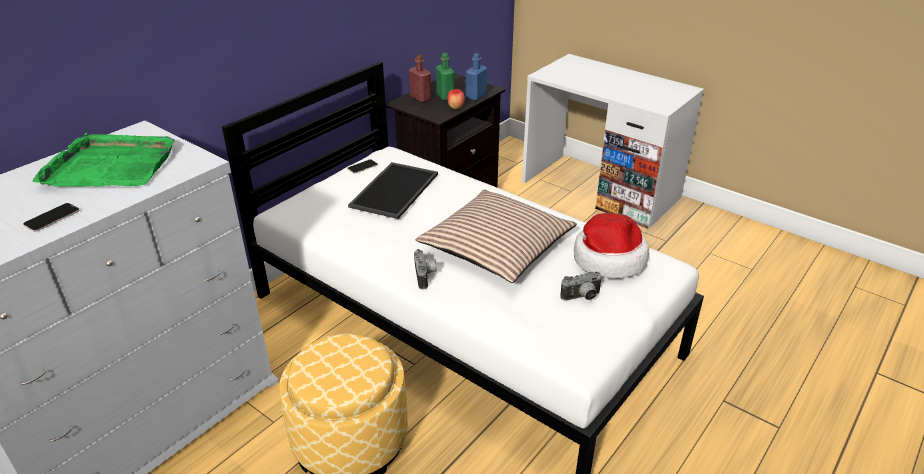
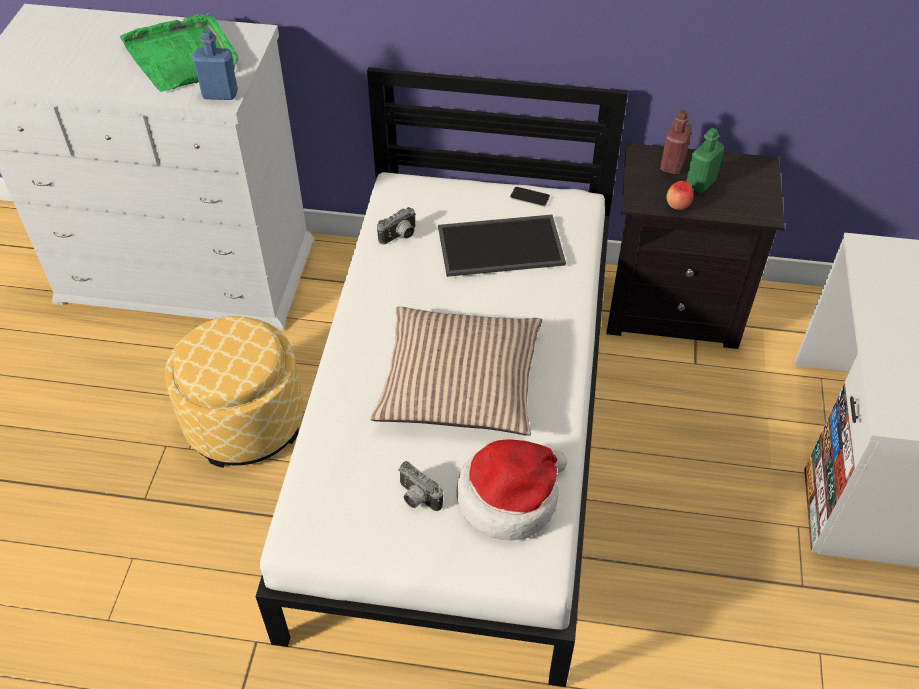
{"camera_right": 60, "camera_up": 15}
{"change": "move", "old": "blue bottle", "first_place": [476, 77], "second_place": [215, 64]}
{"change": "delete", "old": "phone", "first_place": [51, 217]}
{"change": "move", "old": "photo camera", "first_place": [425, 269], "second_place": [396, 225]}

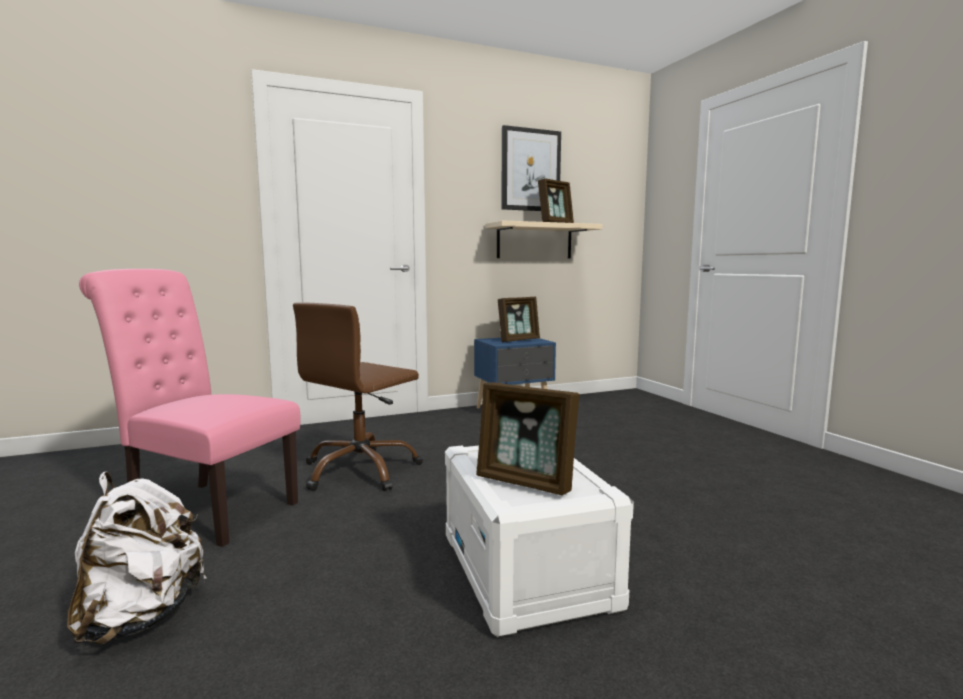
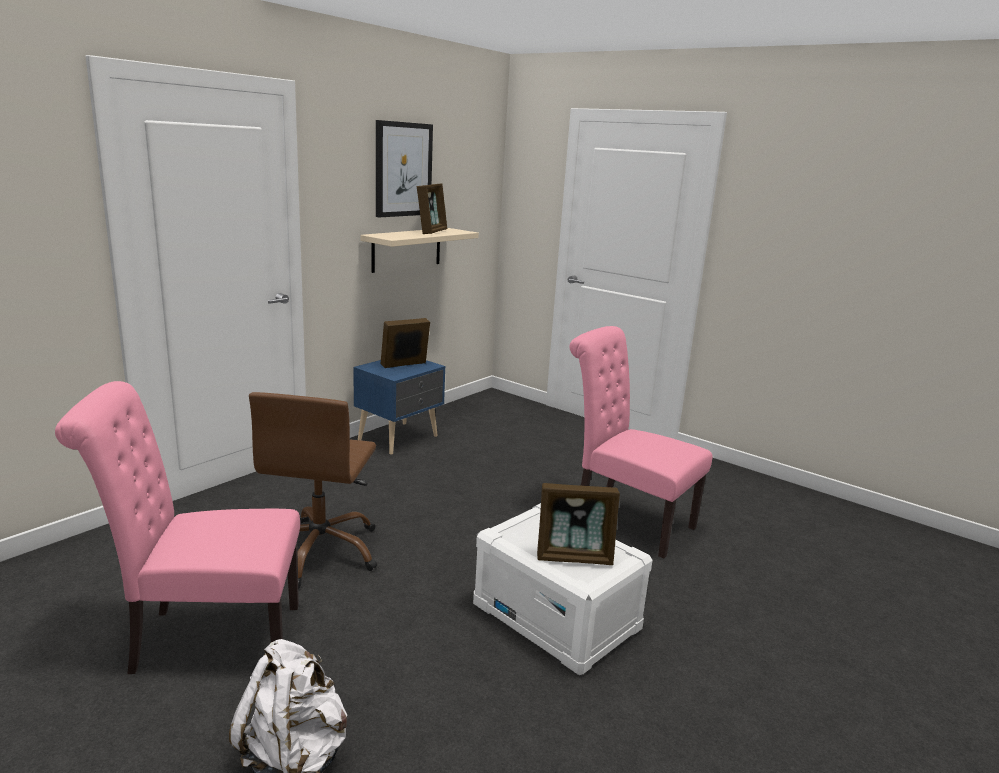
{"camera_right": -30, "camera_up": 10}
{"change": "rotate", "old": "picture frame", "first_place": [519, 319], "second_place": [405, 343], "degrees": -150}
{"change": "insert", "new": "pink chair", "second_place": [641, 442]}

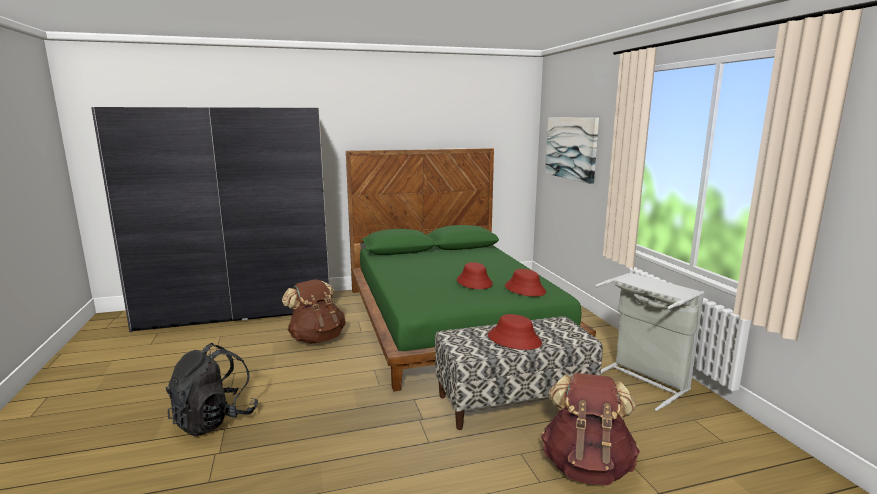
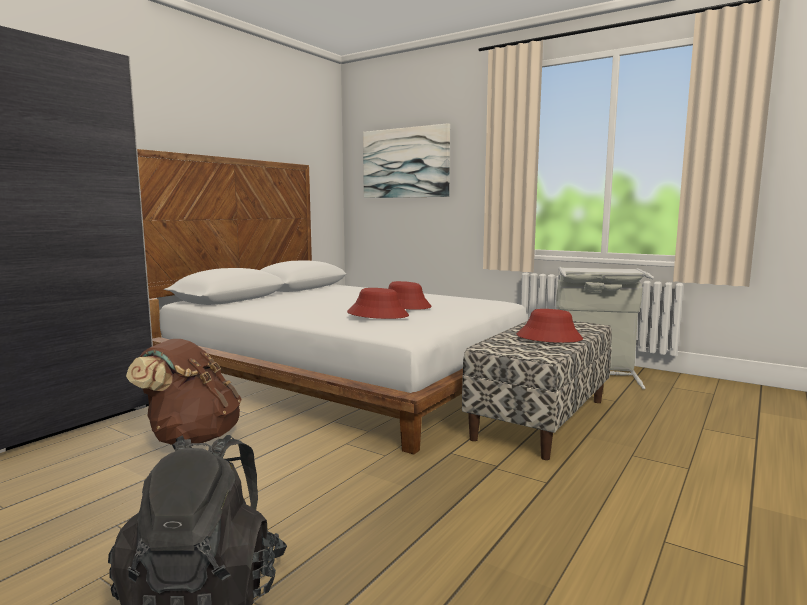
{"camera_right": -40, "camera_up": -5}
{"change": "recolor", "old": "green bed", "new": "white bed", "first_place": [471, 269], "second_place": [332, 302]}
{"change": "move", "old": "red hat", "first_place": [525, 283], "second_place": [378, 303]}
{"change": "delete", "old": "brown backpack", "first_place": [590, 429]}

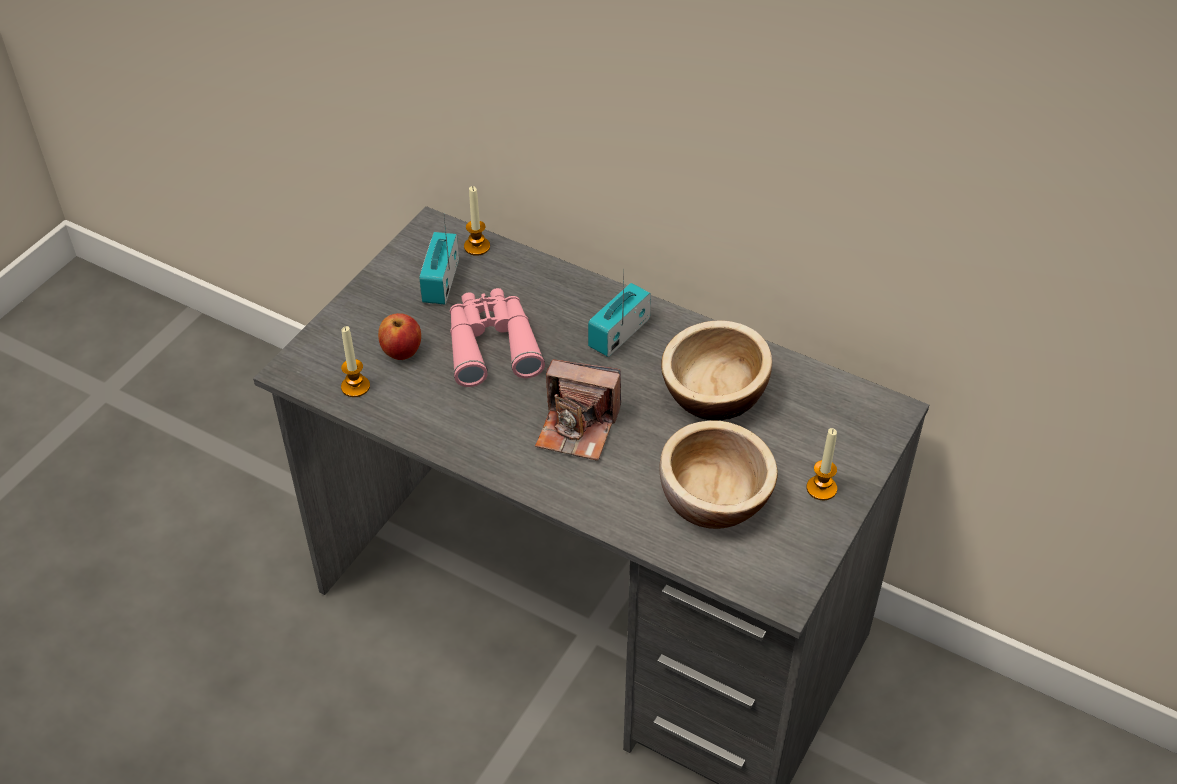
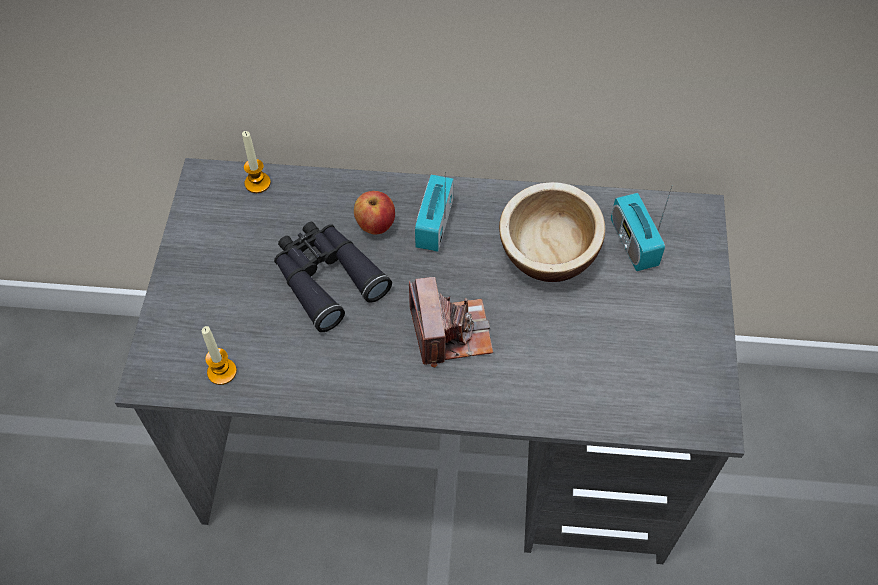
{"camera_right": -25, "camera_up": 10}
{"change": "move", "old": "radio", "first_place": [439, 261], "second_place": [641, 229]}
{"change": "recolor", "old": "pink binoculars", "new": "black binoculars", "first_place": [497, 337], "second_place": [333, 277]}
{"change": "move", "old": "apple", "first_place": [399, 336], "second_place": [374, 212]}
{"change": "rotate", "old": "photo camera", "first_place": [578, 410], "second_place": [451, 322], "degrees": -90}
{"change": "delete", "old": "bowl", "first_place": [719, 474]}
{"change": "delete", "old": "candle", "first_place": [822, 464]}

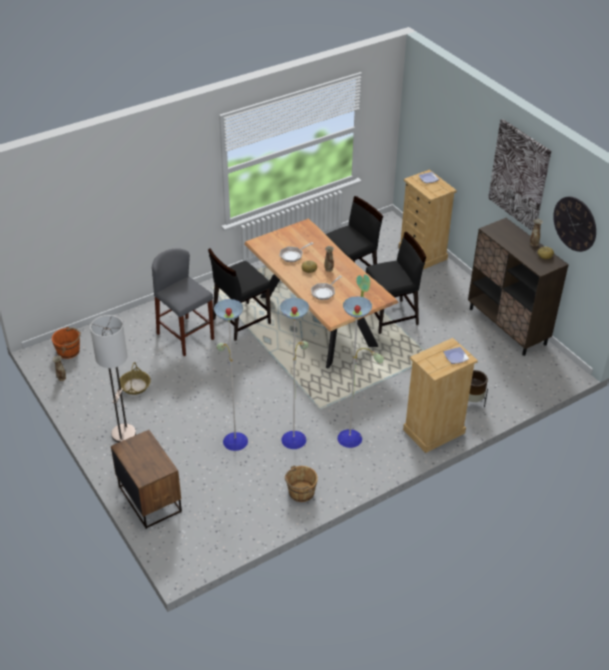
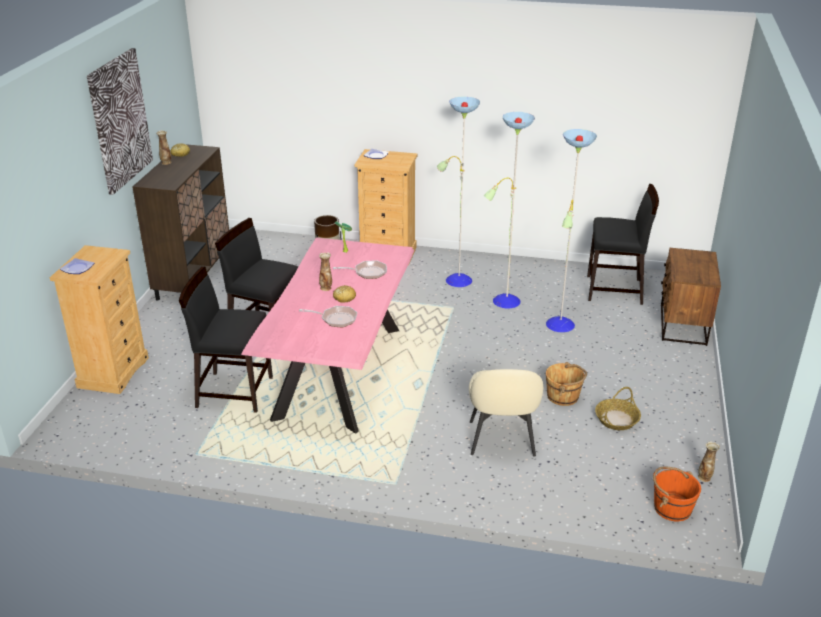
{"camera_right": -135, "camera_up": -10}
{"change": "delete", "old": "wall clock", "first_place": [574, 224]}
{"change": "recolor", "old": "brown dining table", "new": "pink dining table", "first_place": [321, 294], "second_place": [327, 336]}
{"change": "move", "old": "black chair", "first_place": [239, 294], "second_place": [623, 244]}
{"change": "replace", "old": "grey stool", "new": "beige chair", "first_place": [183, 302], "second_place": [506, 413]}
{"change": "delete", "old": "floor lamp", "first_place": [113, 379]}
{"change": "move", "old": "brown bucket", "first_place": [301, 483], "second_place": [566, 384]}

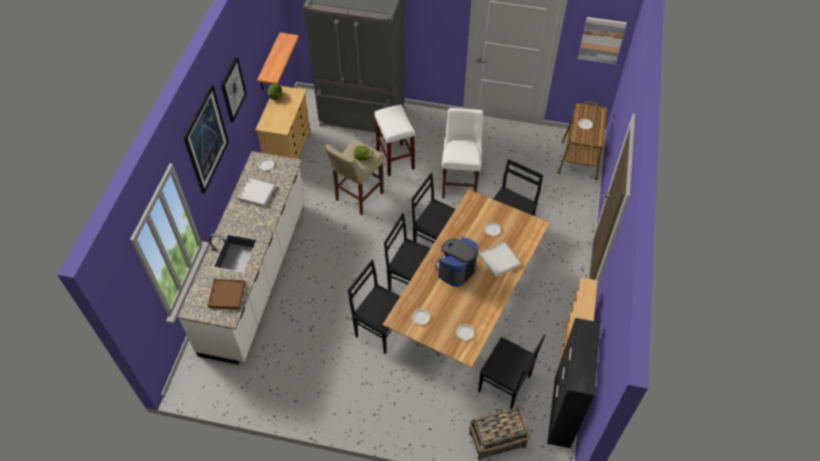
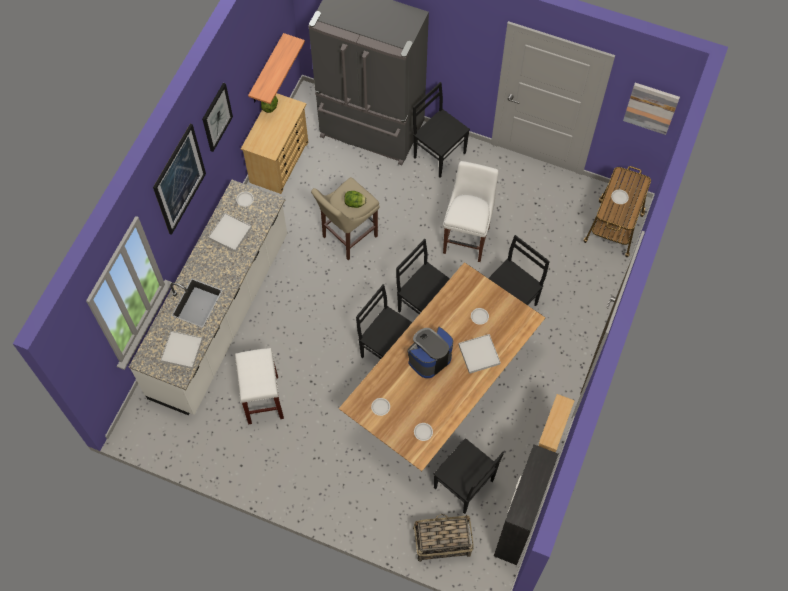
{"camera_right": 10, "camera_up": 10}
{"change": "move", "old": "white stool", "first_place": [395, 140], "second_place": [259, 386]}
{"change": "move", "old": "black chair", "first_place": [374, 306], "second_place": [441, 129]}
{"change": "recolor", "old": "brown tray", "new": "white tray", "first_place": [226, 294], "second_place": [182, 350]}

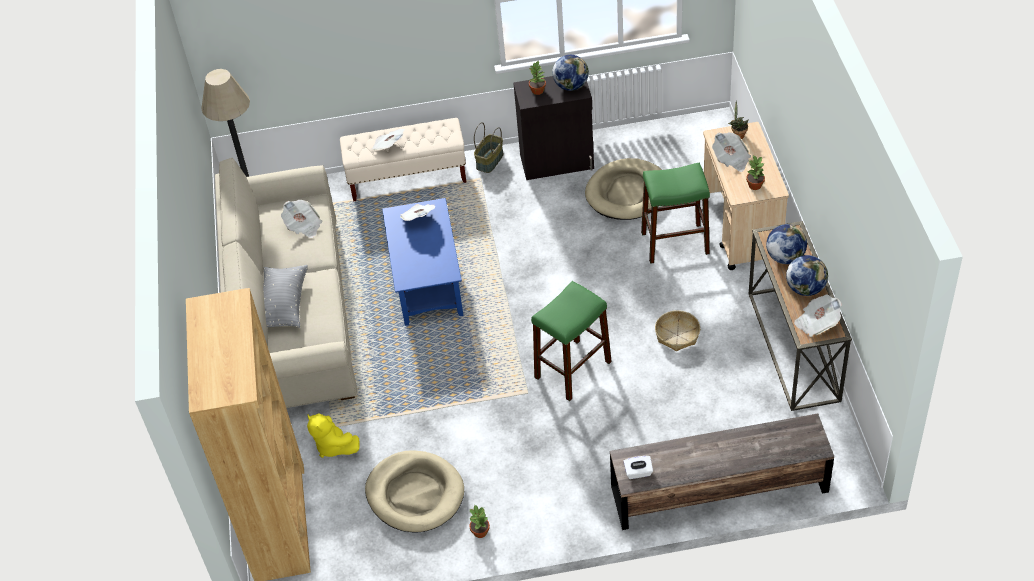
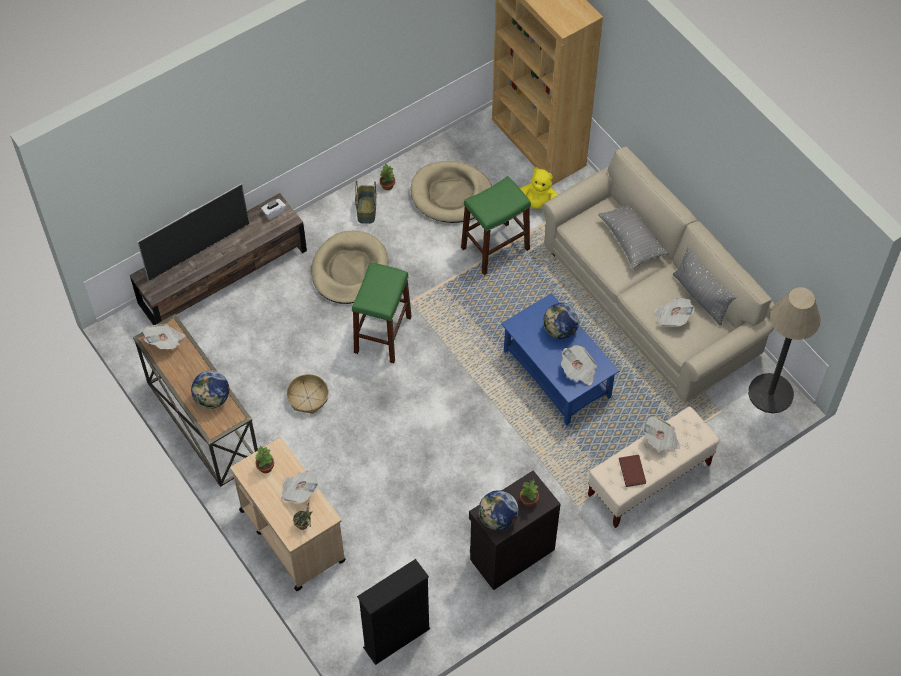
{"camera_right": 150, "camera_up": 10}
{"change": "move", "old": "basket", "first_place": [488, 147], "second_place": [366, 202]}
{"change": "move", "old": "beige dog bed", "first_place": [623, 189], "second_place": [349, 267]}
{"change": "move", "old": "green stool", "first_place": [675, 213], "second_place": [496, 225]}
{"change": "move", "old": "globe", "first_place": [807, 275], "second_place": [561, 321]}
{"change": "insert", "new": "television", "second_place": [193, 232]}
{"change": "insert", "new": "grey pillow", "second_place": [704, 286]}
{"change": "insert", "new": "brown book", "second_place": [632, 471]}
{"change": "insert", "new": "black bookcase", "second_place": [393, 612]}

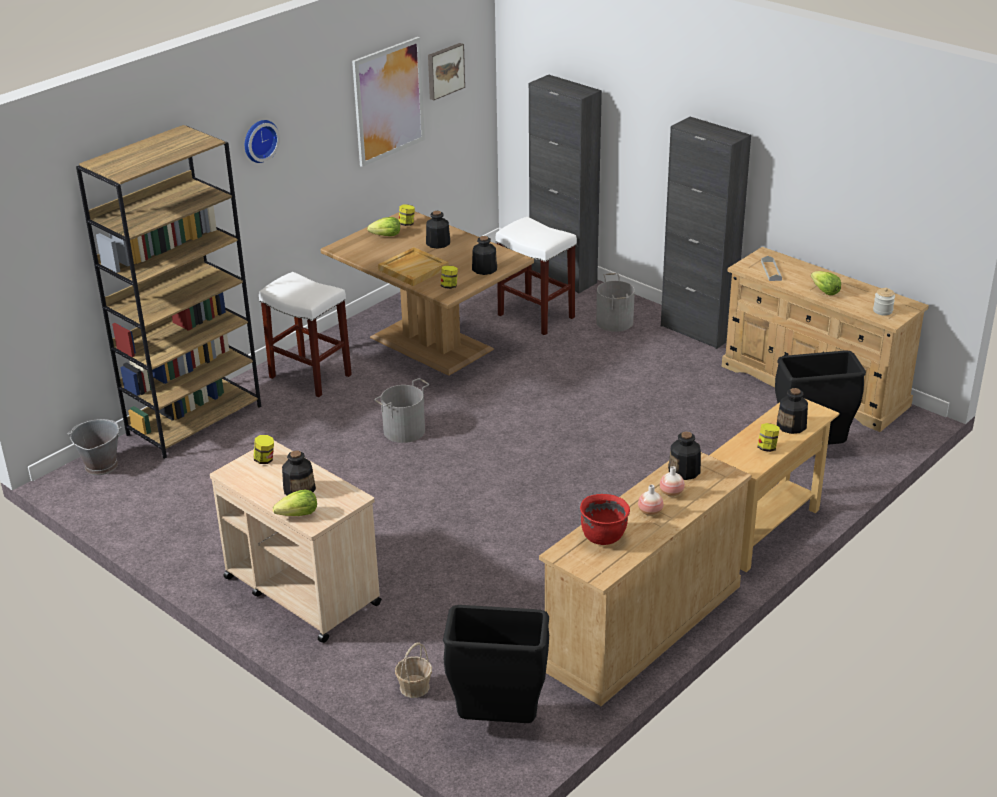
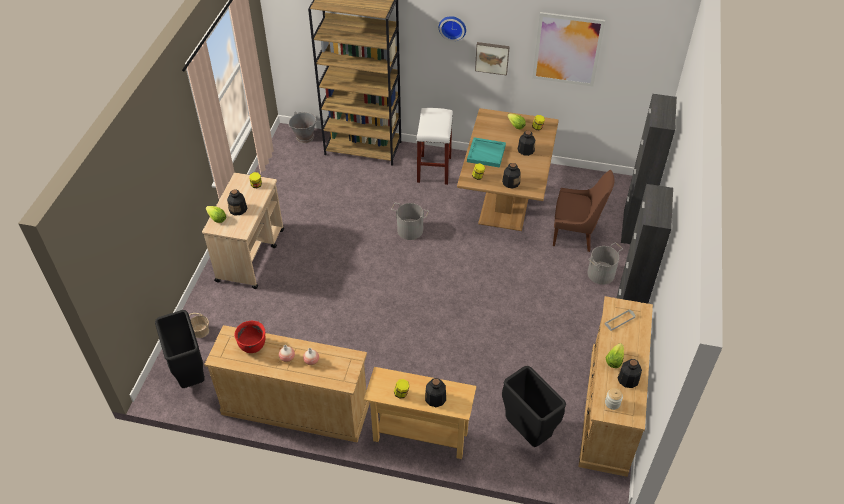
{"camera_right": 60, "camera_up": 15}
{"change": "move", "old": "picture", "first_place": [446, 71], "second_place": [492, 59]}
{"change": "replace", "old": "white stool", "new": "brown chair", "first_place": [536, 276], "second_place": [583, 211]}
{"change": "recolor", "old": "beige tray", "new": "turquoise tray", "first_place": [413, 266], "second_place": [486, 152]}
{"change": "move", "old": "bottle", "first_place": [684, 456], "second_place": [629, 373]}

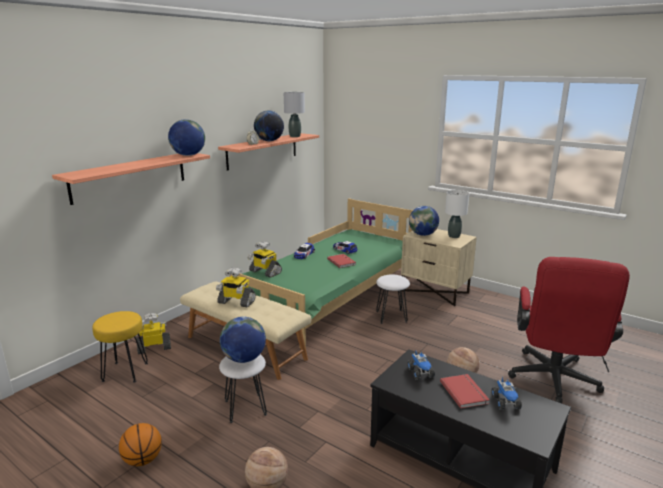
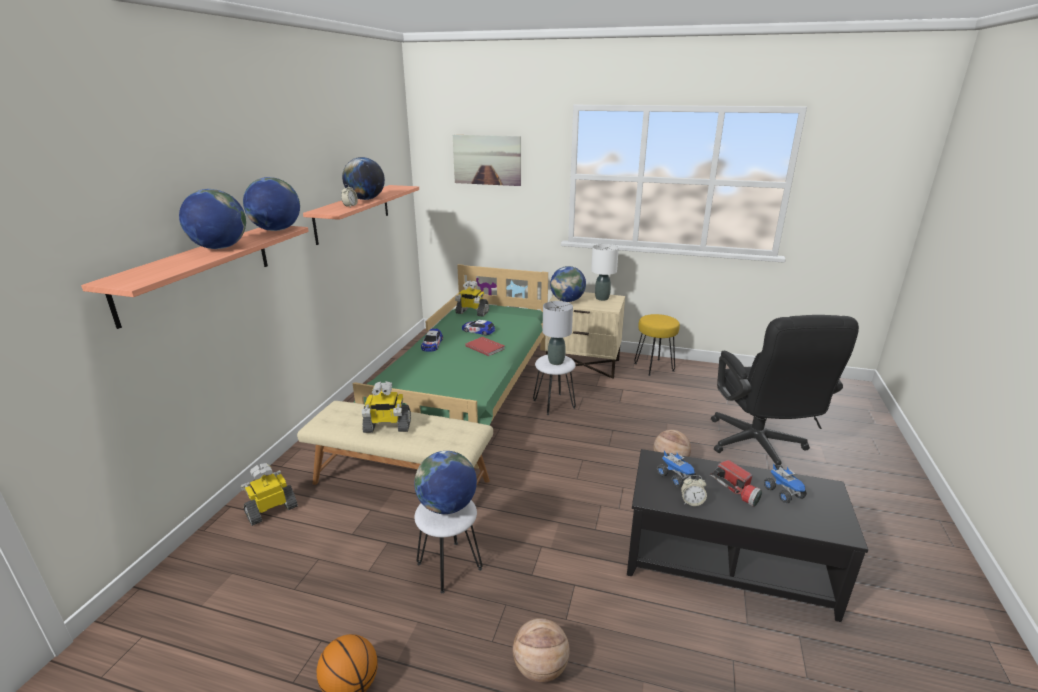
{"camera_right": -20, "camera_up": 5}
{"change": "move", "old": "grey table lamp", "first_place": [294, 114], "second_place": [558, 333]}
{"change": "move", "old": "toy robot", "first_place": [264, 259], "second_place": [472, 298]}
{"change": "recolor", "old": "red office chair", "new": "black office chair", "first_place": [569, 330], "second_place": [785, 392]}
{"change": "move", "old": "yellow stool", "first_place": [120, 346], "second_place": [657, 345]}
{"change": "replace", "old": "red book", "new": "flashlight", "first_place": [465, 391], "second_place": [736, 483]}
{"change": "insert", "new": "picture", "second_place": [487, 160]}
{"change": "insert", "new": "globe", "second_place": [212, 219]}
{"change": "insert", "new": "alarm clock", "second_place": [694, 490]}

